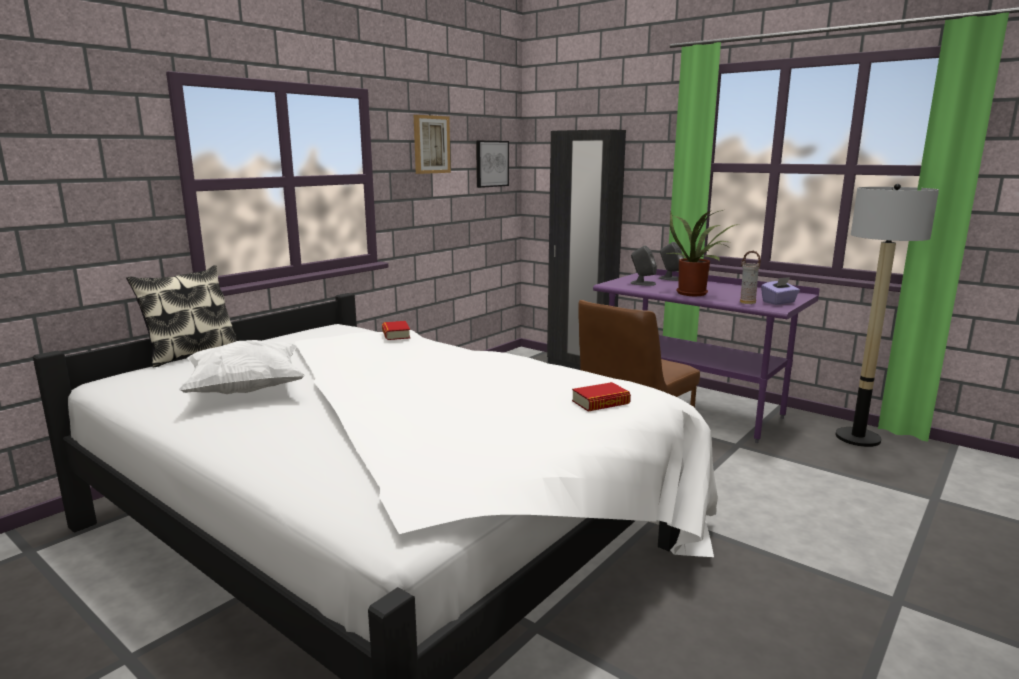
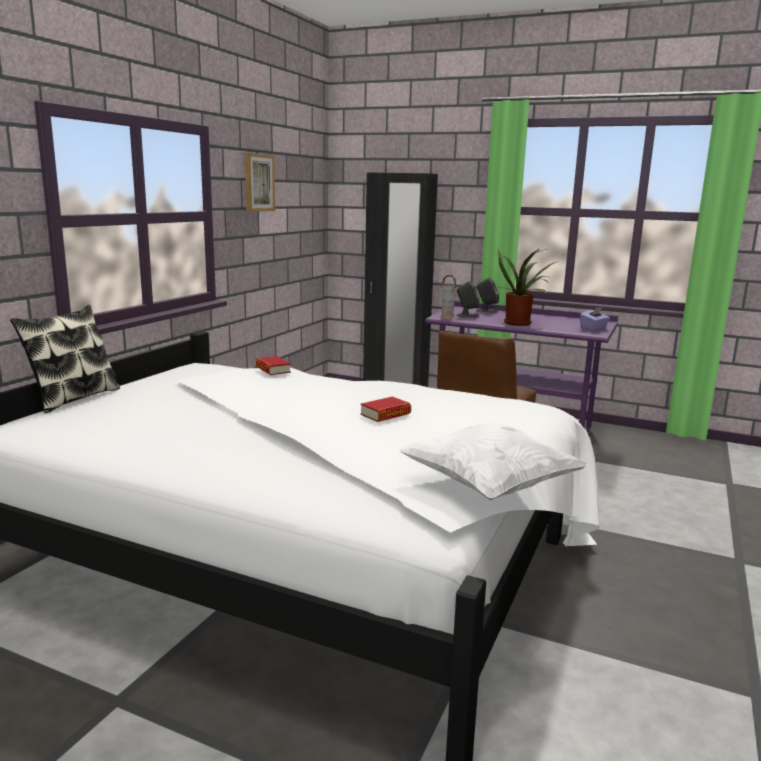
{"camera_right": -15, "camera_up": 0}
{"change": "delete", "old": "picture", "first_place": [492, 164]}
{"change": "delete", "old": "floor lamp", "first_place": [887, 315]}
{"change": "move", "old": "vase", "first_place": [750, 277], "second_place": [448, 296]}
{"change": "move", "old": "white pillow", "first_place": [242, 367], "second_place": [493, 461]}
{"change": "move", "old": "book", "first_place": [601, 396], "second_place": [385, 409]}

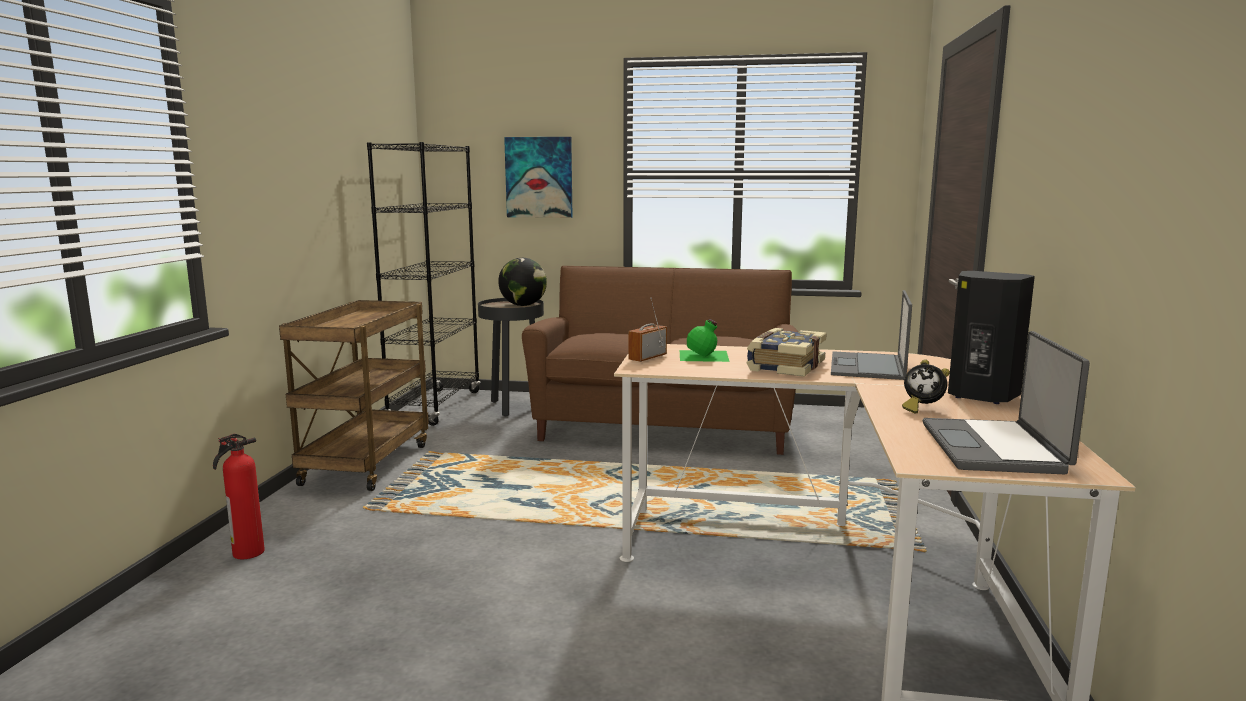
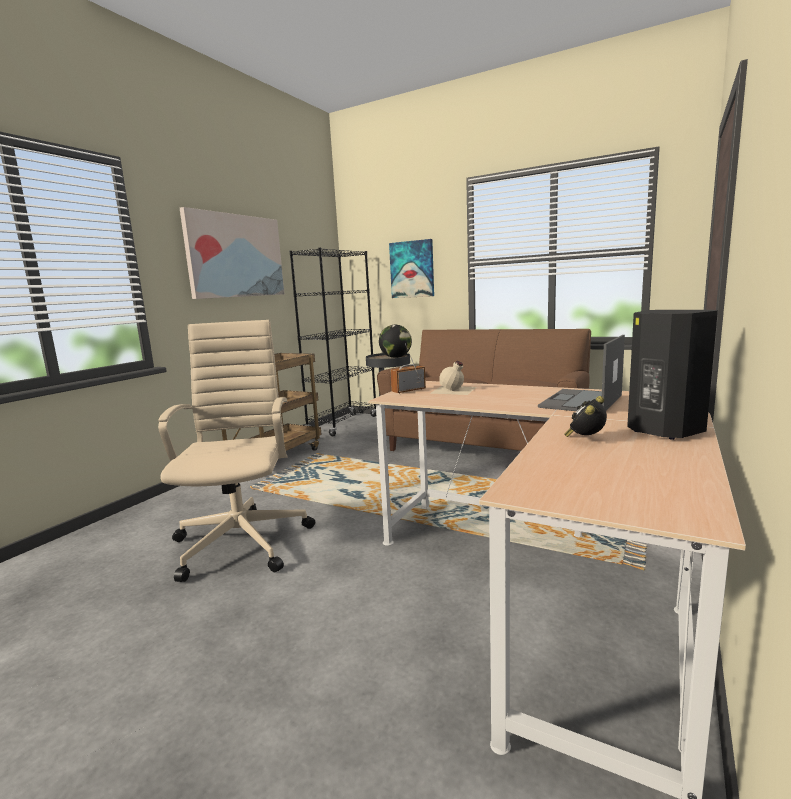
{"camera_right": 20, "camera_up": 0}
{"change": "recolor", "old": "green bottle", "new": "beige bottle", "first_place": [705, 340], "second_place": [453, 378]}
{"change": "delete", "old": "book", "first_place": [786, 352]}
{"change": "delete", "old": "laptop", "first_place": [1006, 402]}
{"change": "rotate", "old": "alarm clock", "first_place": [926, 386], "second_place": [585, 416], "degrees": 75}
{"change": "delete", "old": "fire extinguisher", "first_place": [239, 496]}
{"change": "insert", "new": "picture", "second_place": [232, 253]}
{"change": "insert", "new": "beige office chair", "second_place": [236, 451]}

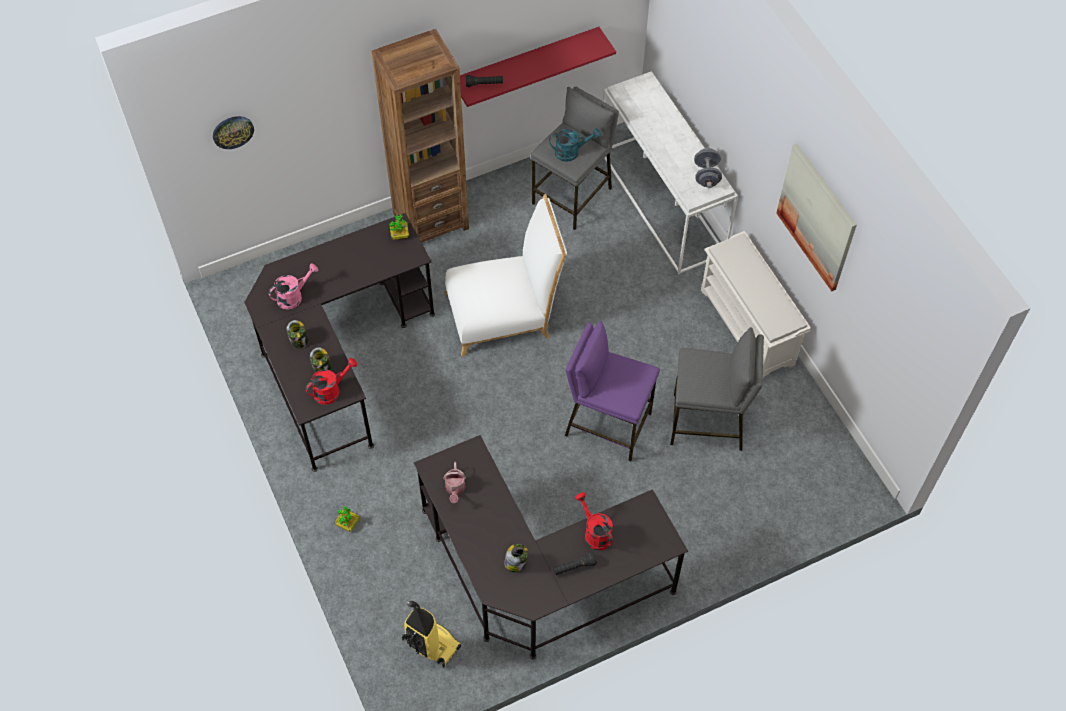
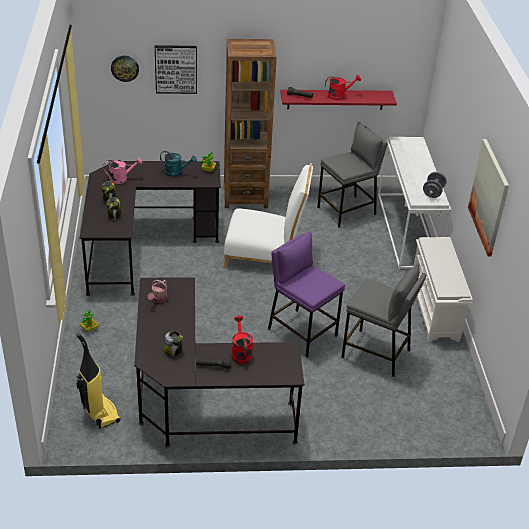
{"camera_right": 20, "camera_up": -20}
{"change": "move", "old": "turquoise watering can", "first_place": [575, 145], "second_place": [178, 164]}
{"change": "move", "old": "red watering can", "first_place": [331, 381], "second_place": [343, 87]}
{"change": "insert", "new": "picture", "second_place": [176, 69]}

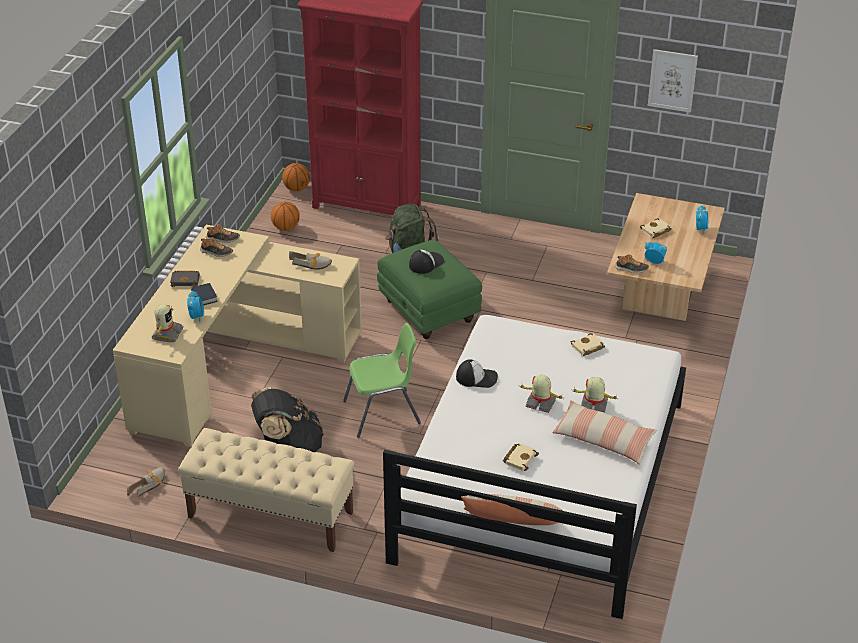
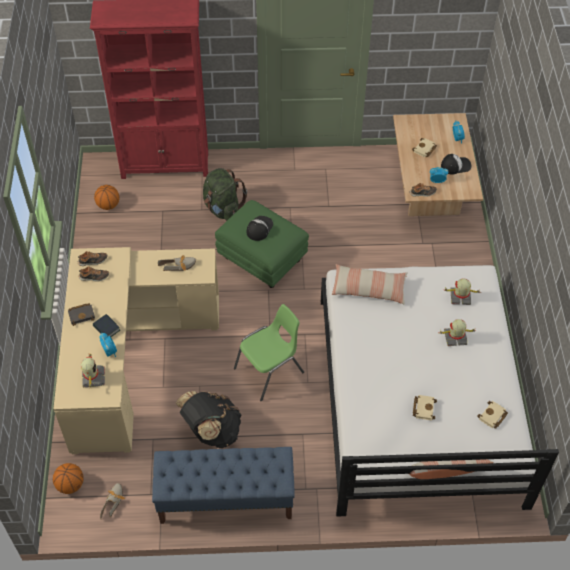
{"camera_right": -20, "camera_up": 15}
{"change": "delete", "old": "picture", "first_place": [673, 81]}
{"change": "move", "old": "basketball", "first_place": [296, 177], "second_place": [68, 478]}
{"change": "move", "old": "beige book", "first_place": [588, 344], "second_place": [493, 414]}
{"change": "move", "old": "cap", "first_place": [477, 373], "second_place": [456, 164]}
{"change": "move", "old": "toy robot", "first_place": [541, 394], "second_place": [461, 292]}
{"change": "move", "old": "pillow", "first_place": [605, 432], "second_place": [370, 284]}
{"change": "recolor", "old": "beige bench", "new": "blue bench", "first_place": [266, 490], "second_place": [223, 485]}

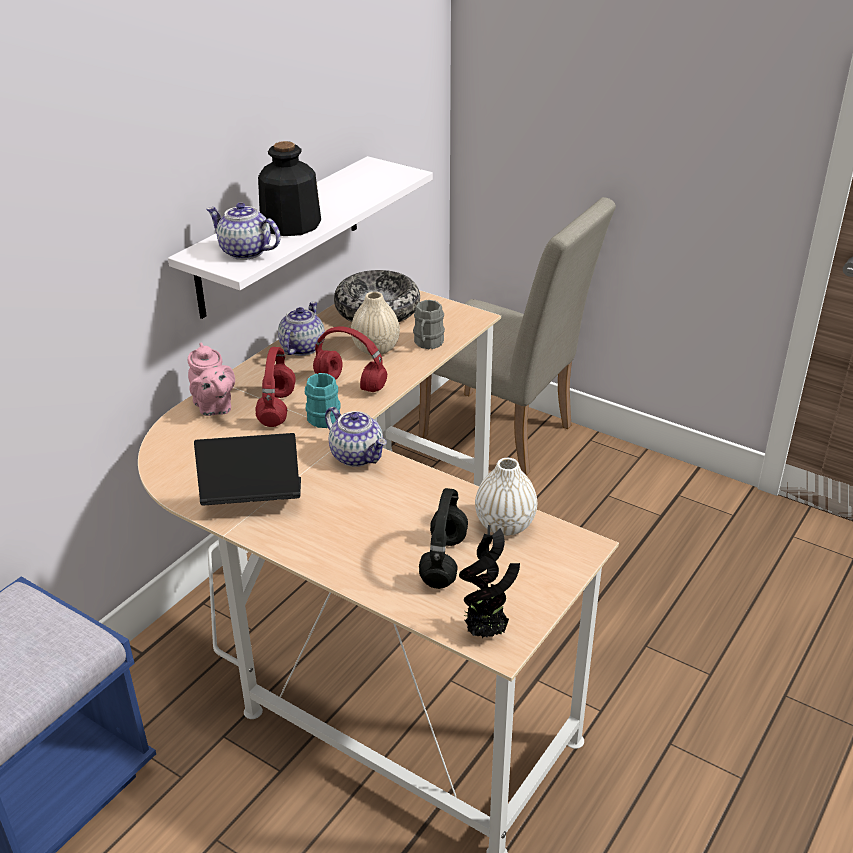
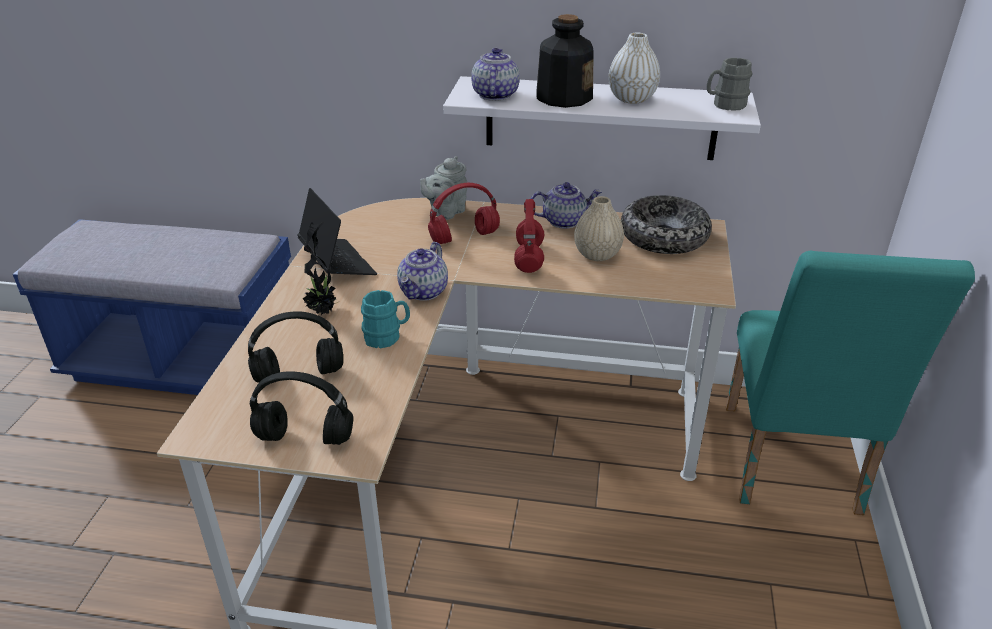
{"camera_right": 65, "camera_up": 0}
{"change": "recolor", "old": "beige chair", "new": "turquoise chair", "first_place": [517, 336], "second_place": [850, 382]}
{"change": "move", "old": "grey mug", "first_place": [429, 324], "second_place": [730, 84]}
{"change": "recolor", "old": "pink teapot", "new": "grey teapot", "first_place": [211, 379], "second_place": [443, 188]}
{"change": "move", "old": "turquoise mug", "first_place": [323, 400], "second_place": [385, 319]}
{"change": "move", "old": "white vase", "first_place": [506, 497], "second_place": [634, 68]}
{"change": "move", "old": "potted plant", "first_place": [489, 581], "second_place": [321, 268]}
{"change": "insert", "new": "black headphones", "second_place": [301, 408]}

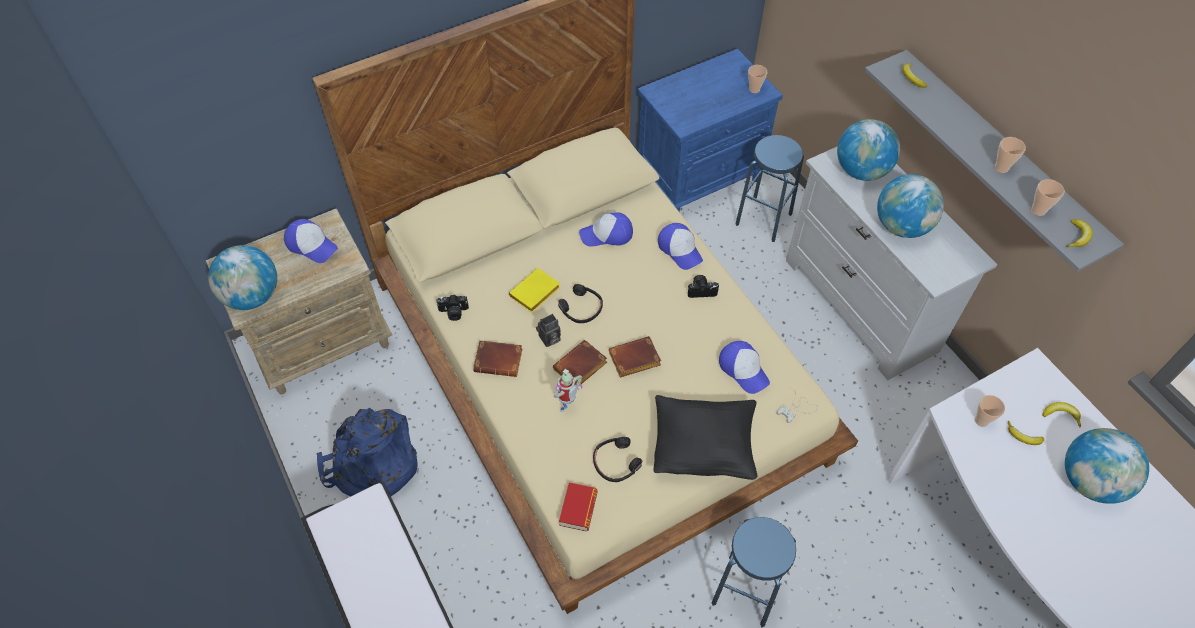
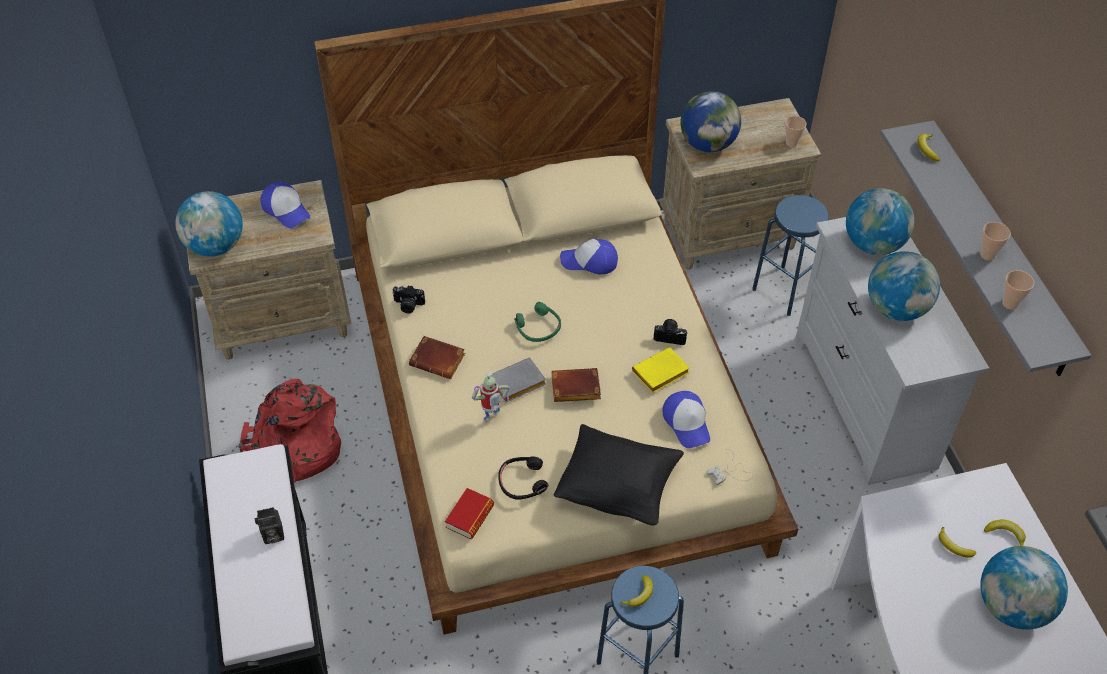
{"camera_right": 15, "camera_up": -5}
{"change": "recolor", "old": "blue nightstand", "new": "beige nightstand", "first_place": [710, 130], "second_place": [740, 184]}
{"change": "move", "old": "banana", "first_place": [1079, 233], "second_place": [636, 591]}
{"change": "delete", "old": "cap", "first_place": [680, 246]}
{"change": "move", "old": "yellow book", "first_place": [534, 290], "second_place": [661, 370]}
{"change": "recolor", "old": "black headphones", "new": "green headphones", "first_place": [580, 303], "second_place": [537, 322]}
{"change": "move", "old": "photo camera", "first_place": [548, 330], "second_place": [269, 525]}
{"change": "recolor", "old": "brown book", "new": "grey book", "first_place": [580, 362], "second_place": [519, 380]}
{"change": "delete", "old": "cup", "first_place": [990, 411]}
{"change": "recolor", "old": "blue backpack", "new": "red backpack", "first_place": [367, 452], "second_place": [289, 431]}
{"change": "insert", "new": "globe", "second_place": [711, 121]}

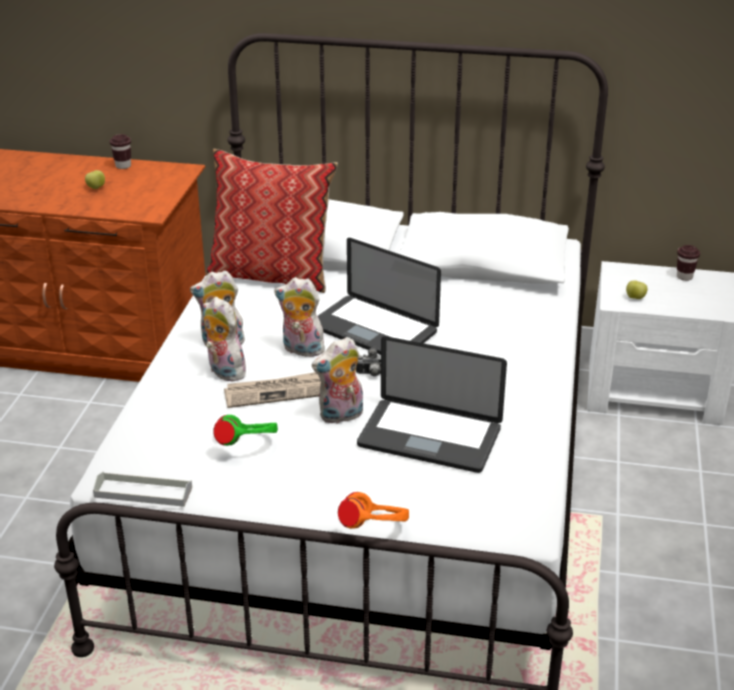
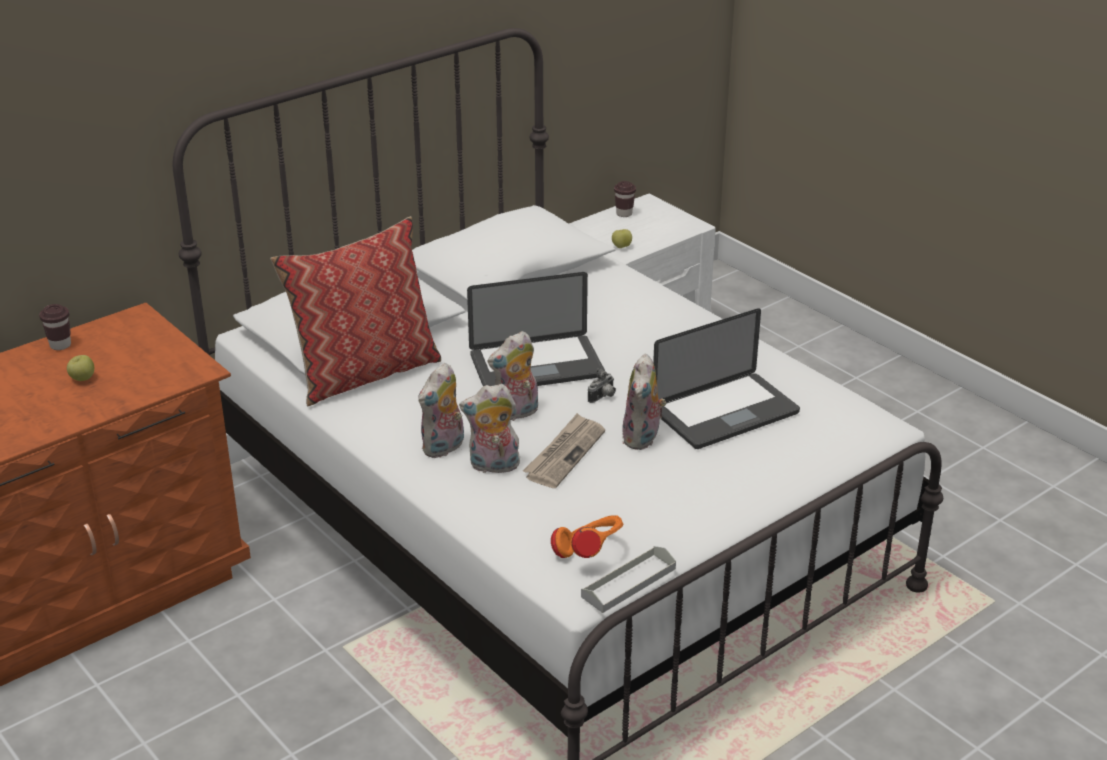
{"camera_right": -50, "camera_up": 0}
{"change": "delete", "old": "green headphones", "first_place": [245, 430]}
{"change": "move", "old": "orange headphones", "first_place": [373, 510], "second_place": [587, 536]}

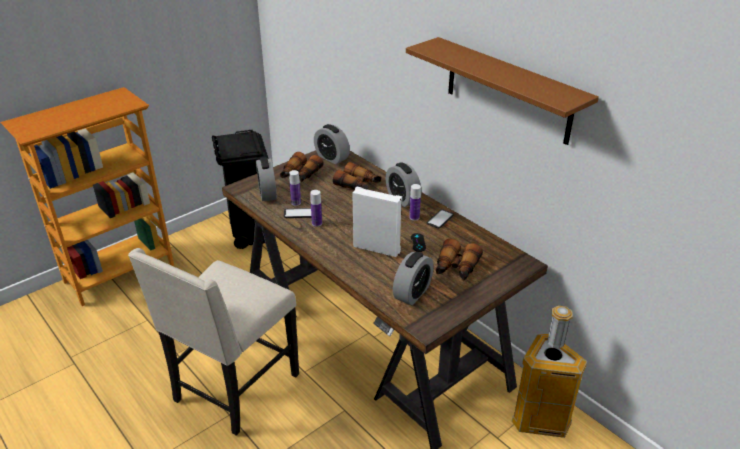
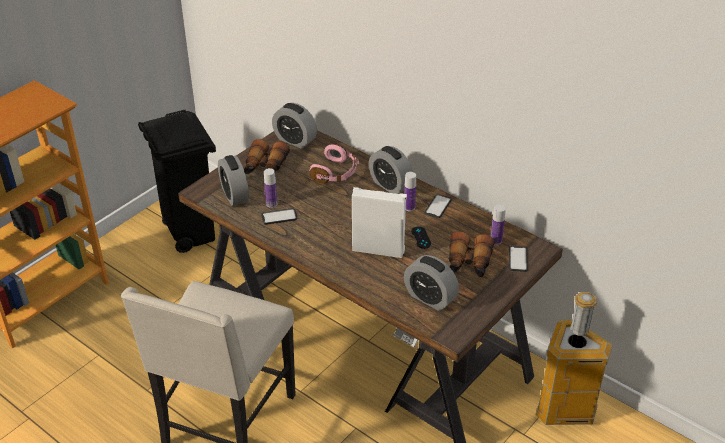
{"camera_right": -10, "camera_up": 5}
{"change": "delete", "old": "brown shelf", "first_place": [502, 91]}
{"change": "replace", "old": "binoculars", "new": "pink headphones", "first_place": [357, 176], "second_place": [334, 164]}
{"change": "move", "old": "bottle", "first_place": [316, 208], "second_place": [498, 224]}
{"change": "rotate", "old": "alarm clock", "first_place": [413, 278], "second_place": [431, 283], "degrees": 105}
{"change": "insert", "new": "phone", "second_place": [518, 259]}

